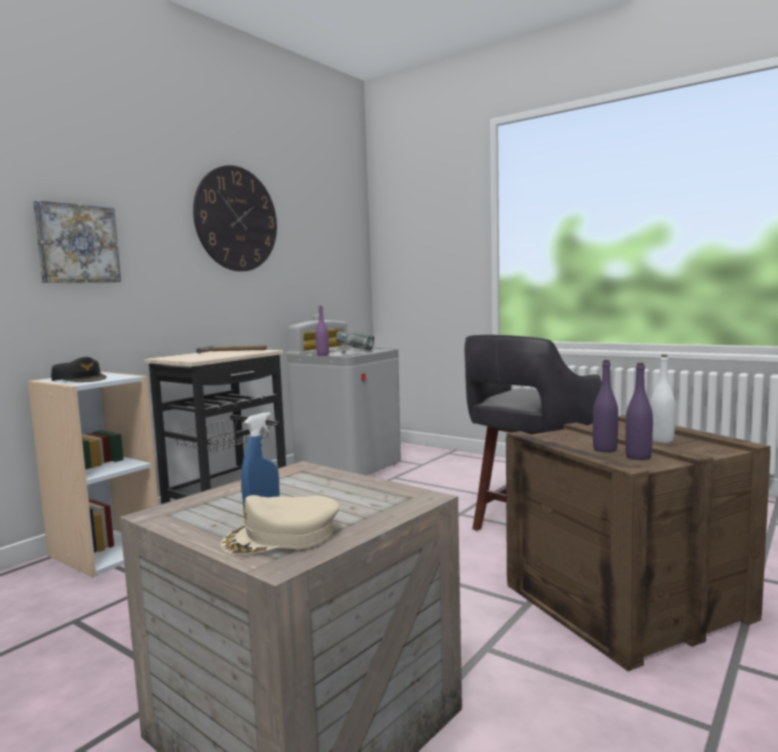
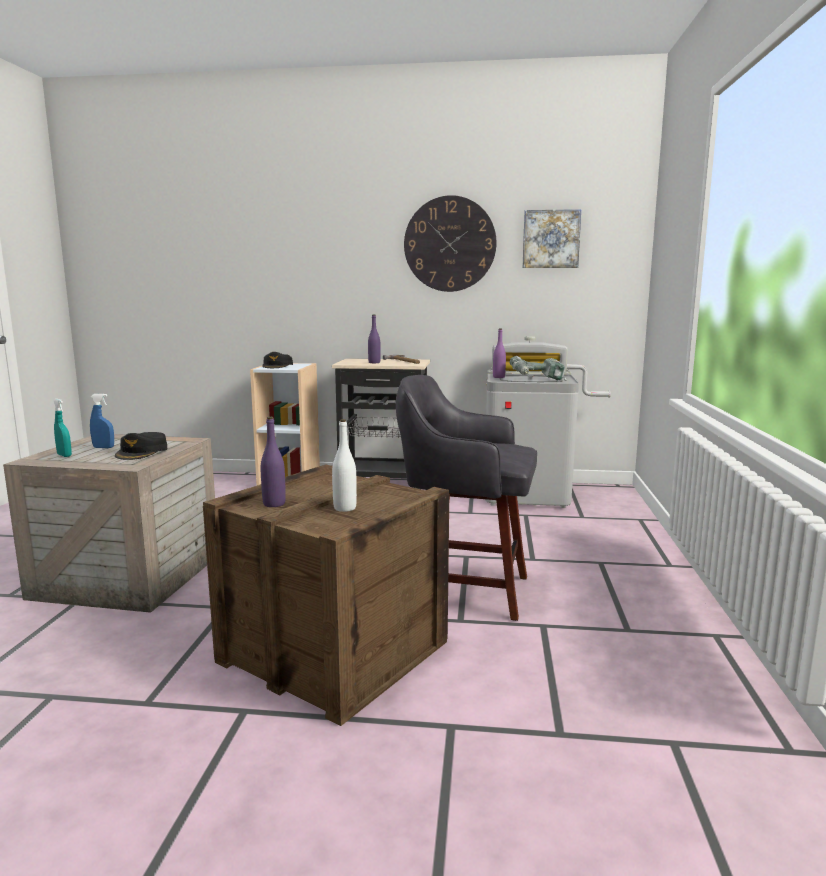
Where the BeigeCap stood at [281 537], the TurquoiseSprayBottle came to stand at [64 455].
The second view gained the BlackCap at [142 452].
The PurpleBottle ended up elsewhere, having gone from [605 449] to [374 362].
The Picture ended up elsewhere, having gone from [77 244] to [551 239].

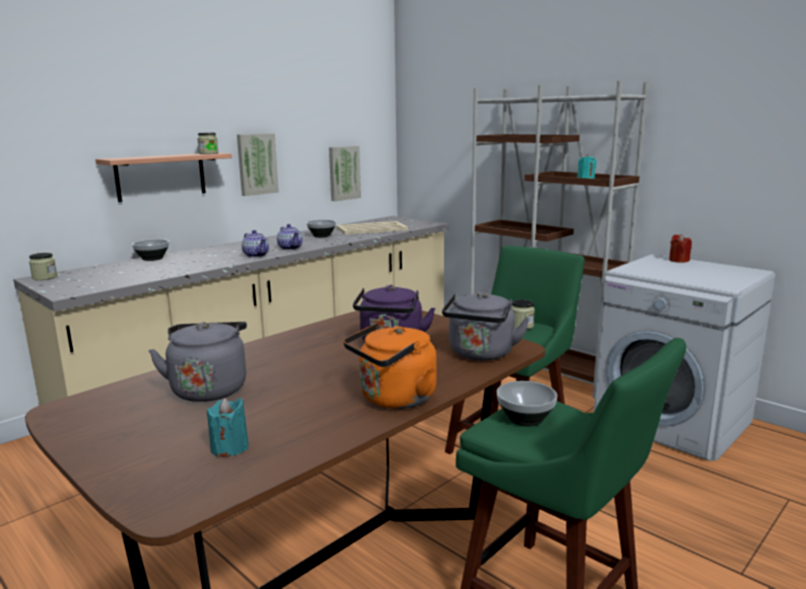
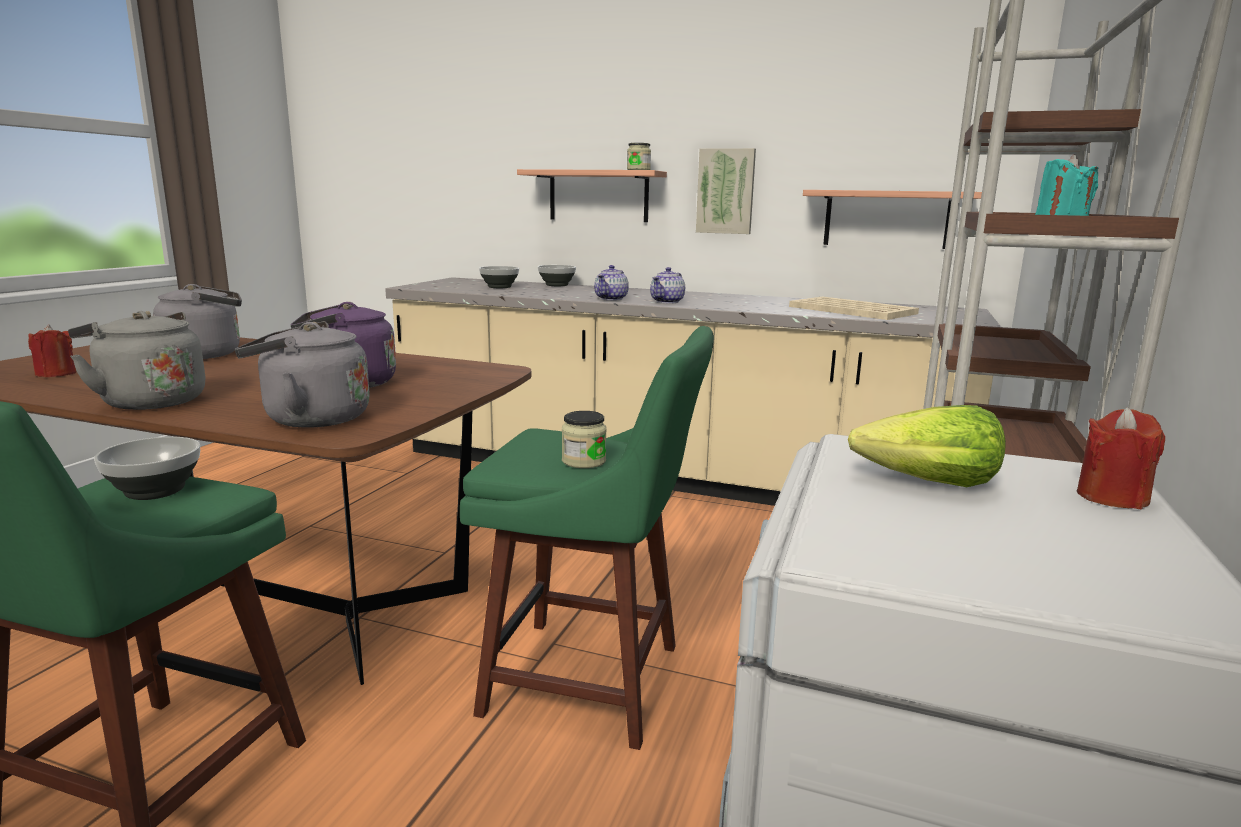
What was the TurquoiseCandle at [229 448] turned into the RedCandle at [56 374].
What was the OrangeKettle at [394 399] turned into the GreyKettle at [149 401].
The Bowl ended up elsewhere, having gone from [321 235] to [500 287].
Where the Picture hung at [343 173], the Shelf came to hang at [886 219].
The second view gained the Lettuce at [928 483].
The second view lost the Jar at [44 277].

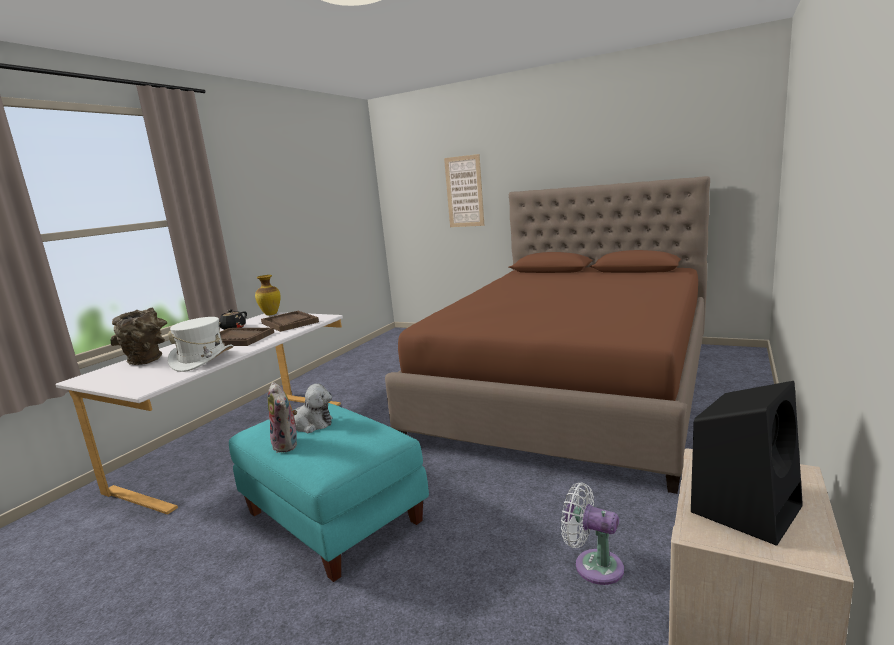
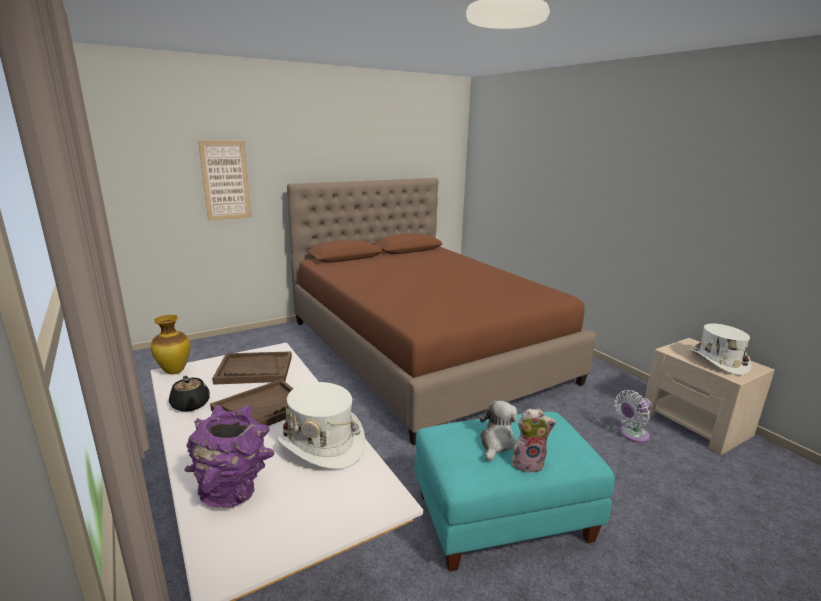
What was the BrownVase at [147 361] turned into the PurpleVase at [235 491].
Where the BlackSpeaker stood at [746 507], the WhiteHat came to stand at [718 361].

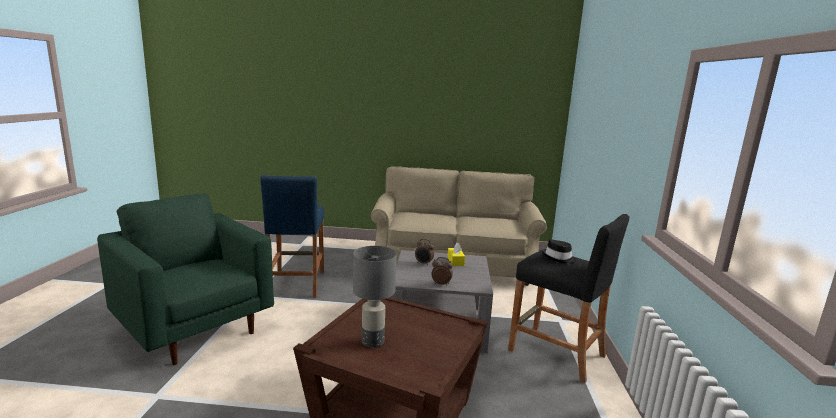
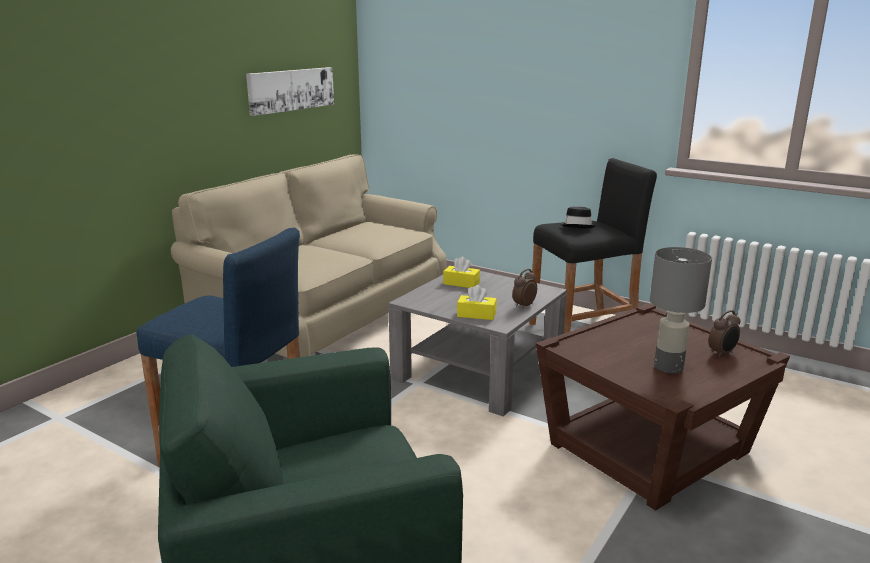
The second view gained the Picture at [291 90].
The second view gained the YellowTissueBox at [476 314].
The AlarmClock ended up elsewhere, having gone from [423 263] to [722 353].

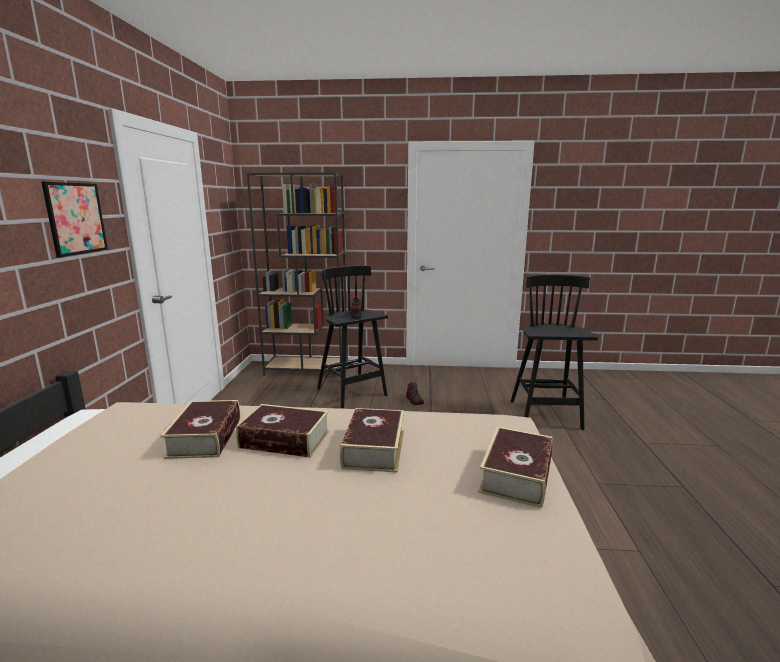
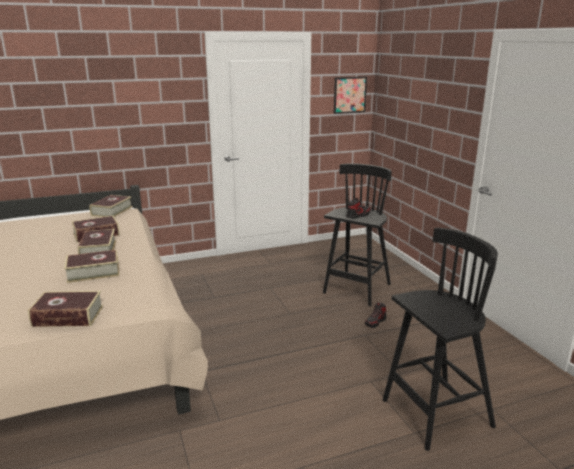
The second view gained the Book at [112 211].
The Picture ended up elsewhere, having gone from [76 218] to [349 95].
The second view lost the Bookcase at [307 369].

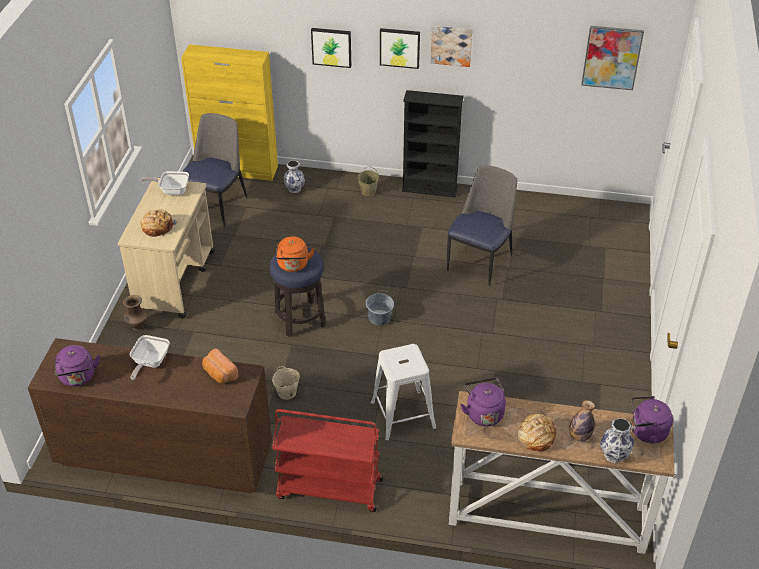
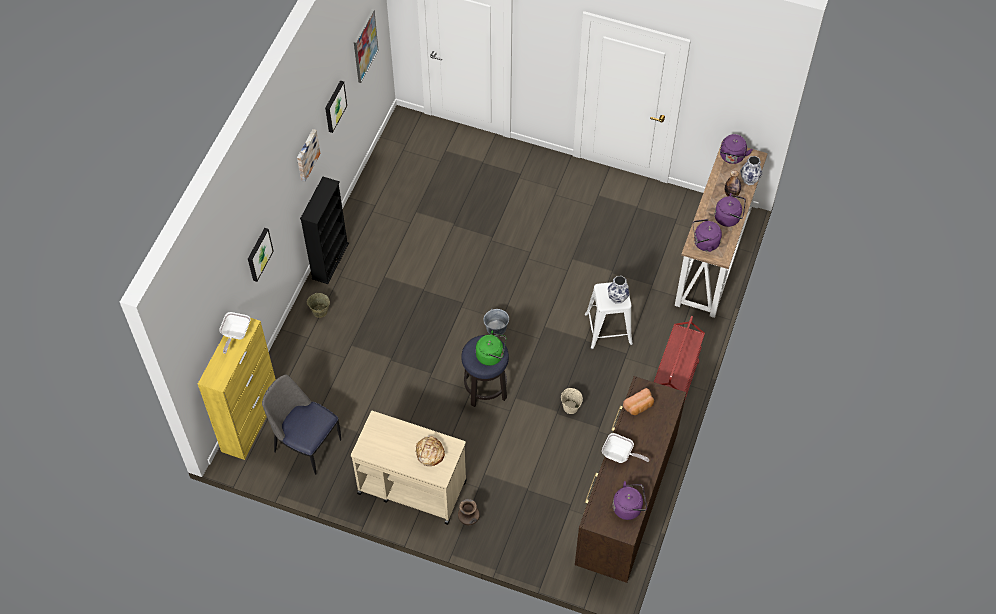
The FryingPan ended up elsewhere, having gone from [172 190] to [235 334].
The Picture ended up elsewhere, having gone from [400 47] to [334 106].
What was the OrangeKettle at [293 265] turned into the GreenKettle at [491 355].
The Vase ended up elsewhere, having gone from [295 189] to [617 297].
Where the Bread stood at [536 436], the PurpleKettle came to stand at [729 218].
The second view lost the Chair at [480 261].

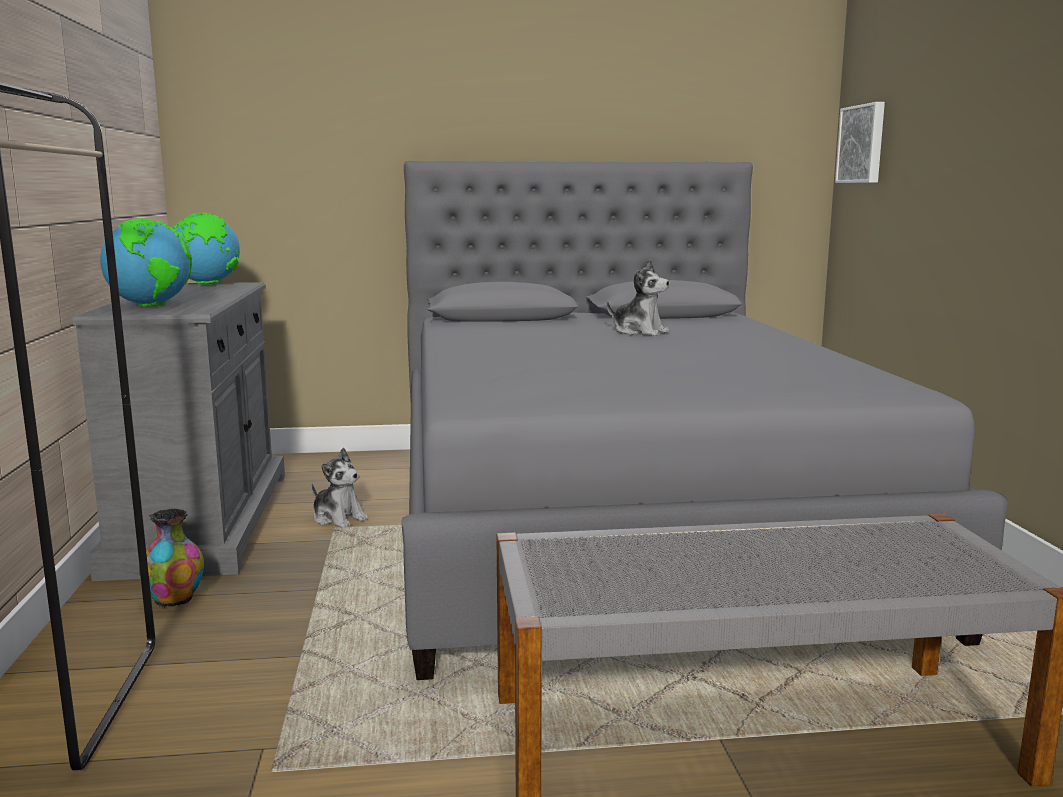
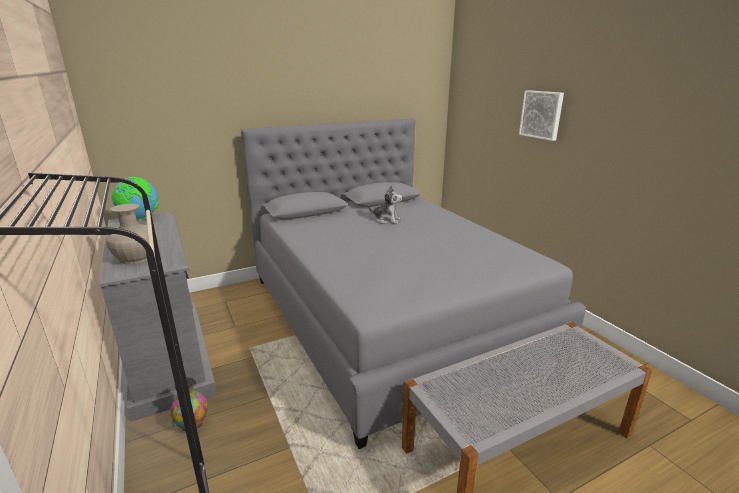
Where the Globe stood at [151 306], the BeigeVase came to stand at [136 257].
The Picture ended up elsewhere, having gone from [862 144] to [542 114].
The second view lost the PlushToy at [338 518].

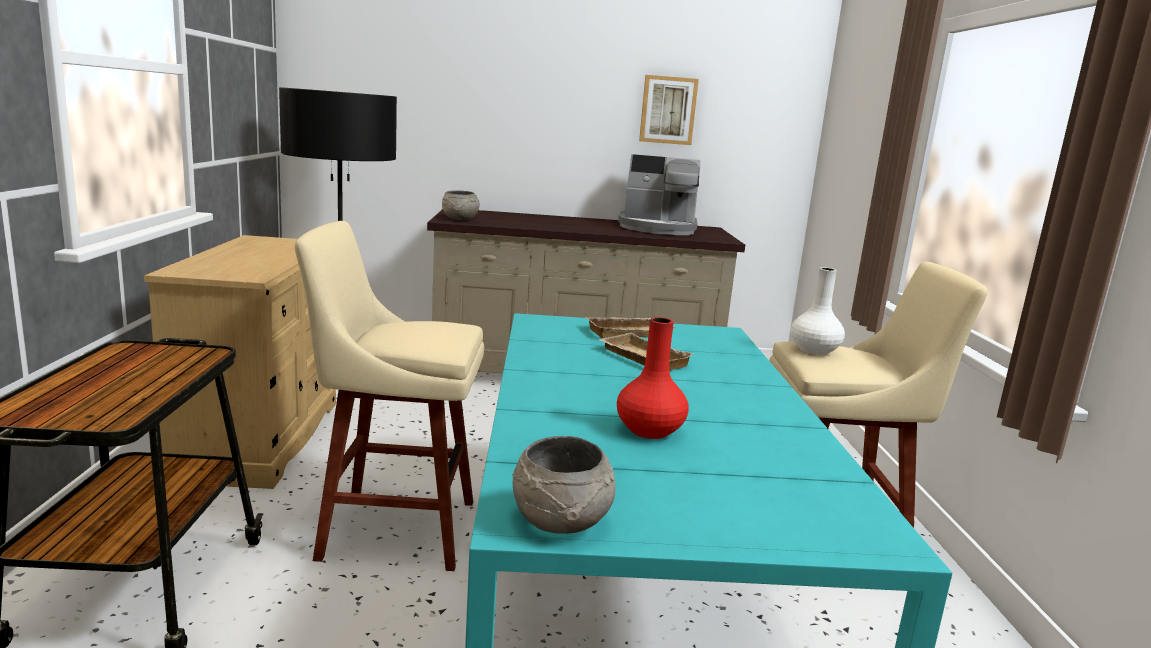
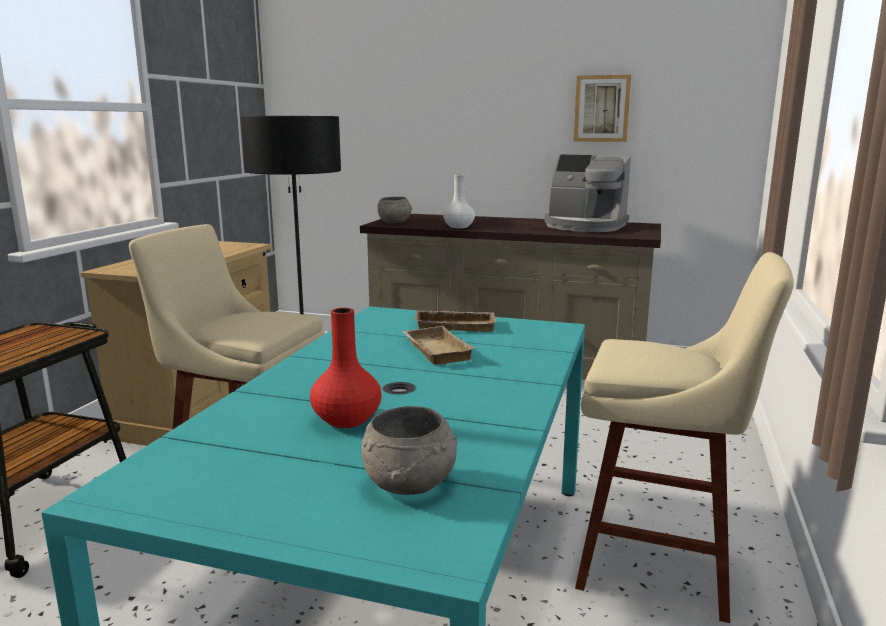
The GreyBowl ended up elsewhere, having gone from [562 520] to [410 483].
The WhiteVase ended up elsewhere, having gone from [814 350] to [458 227].

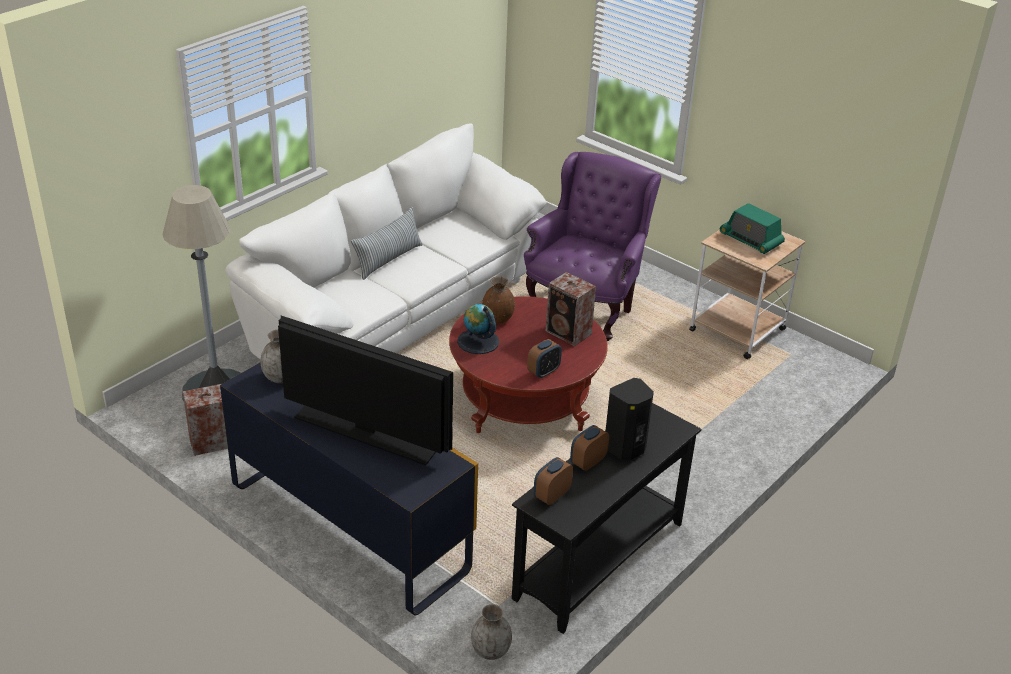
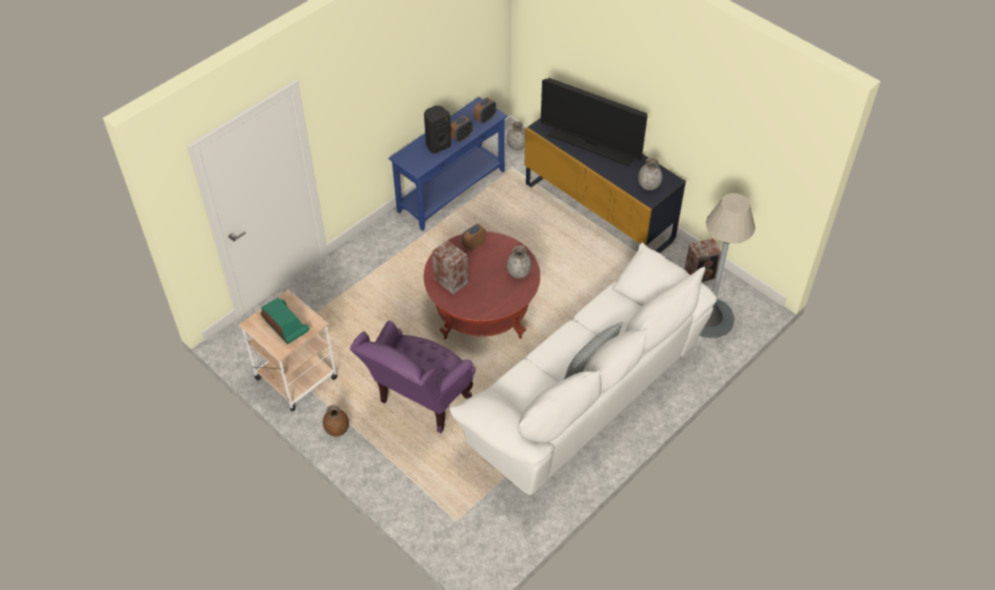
The BrownVase ended up elsewhere, having gone from [498 319] to [337 429].
What was the BlackConsoleTable at [599 561] turned into the BlueConsoleTable at [451 190].
Where the Globe stood at [478 341], the GreyVase came to stand at [519 273].

